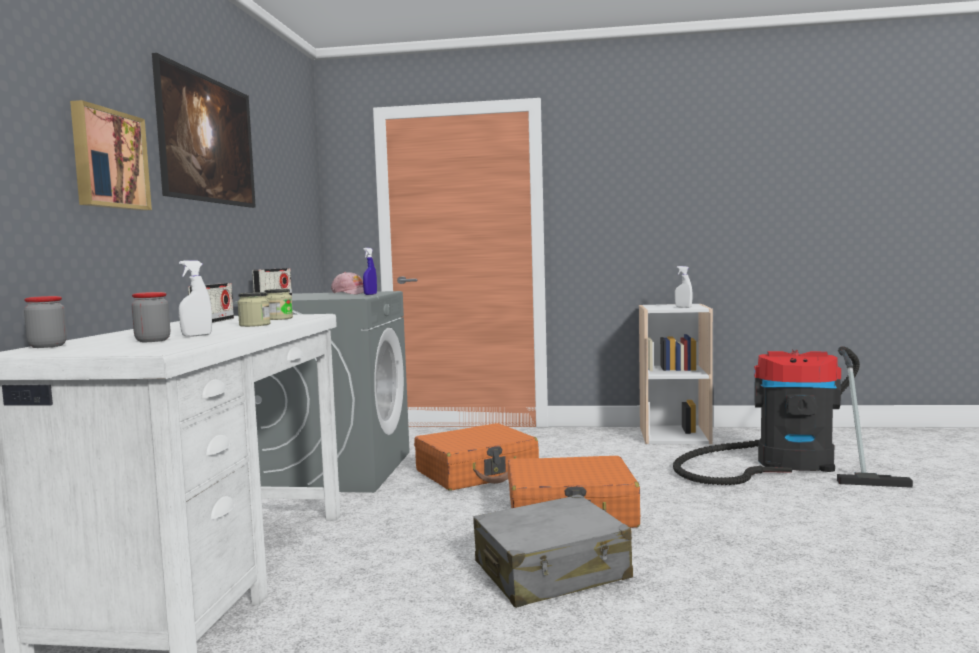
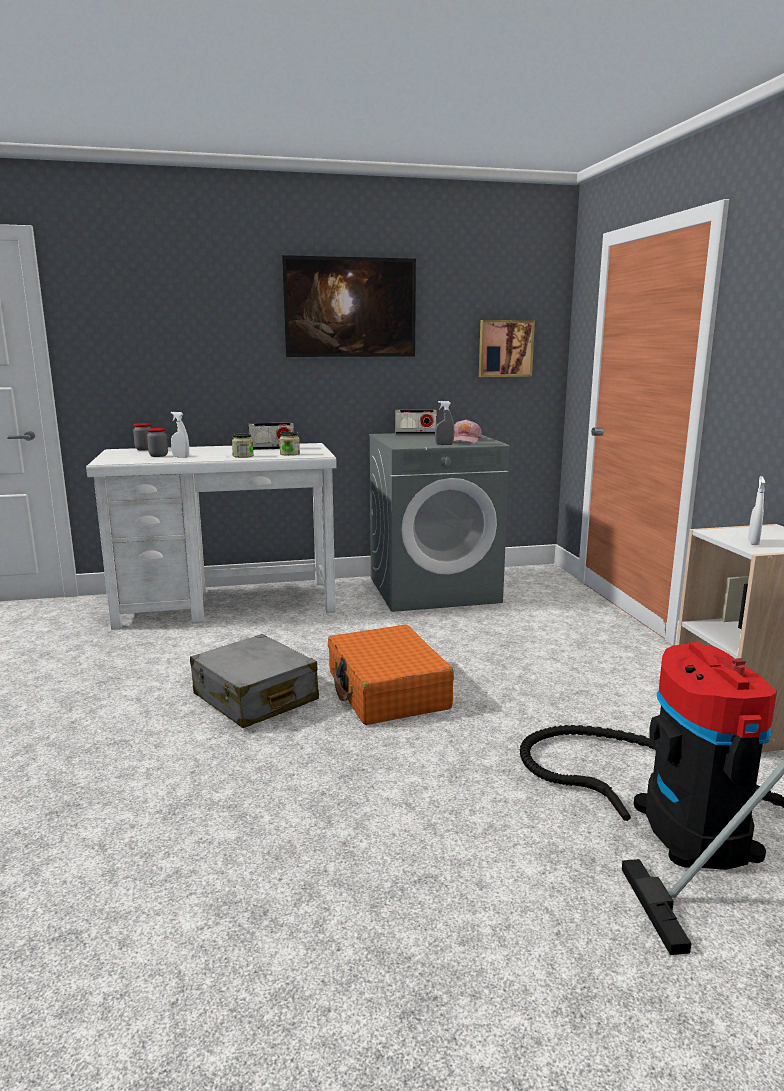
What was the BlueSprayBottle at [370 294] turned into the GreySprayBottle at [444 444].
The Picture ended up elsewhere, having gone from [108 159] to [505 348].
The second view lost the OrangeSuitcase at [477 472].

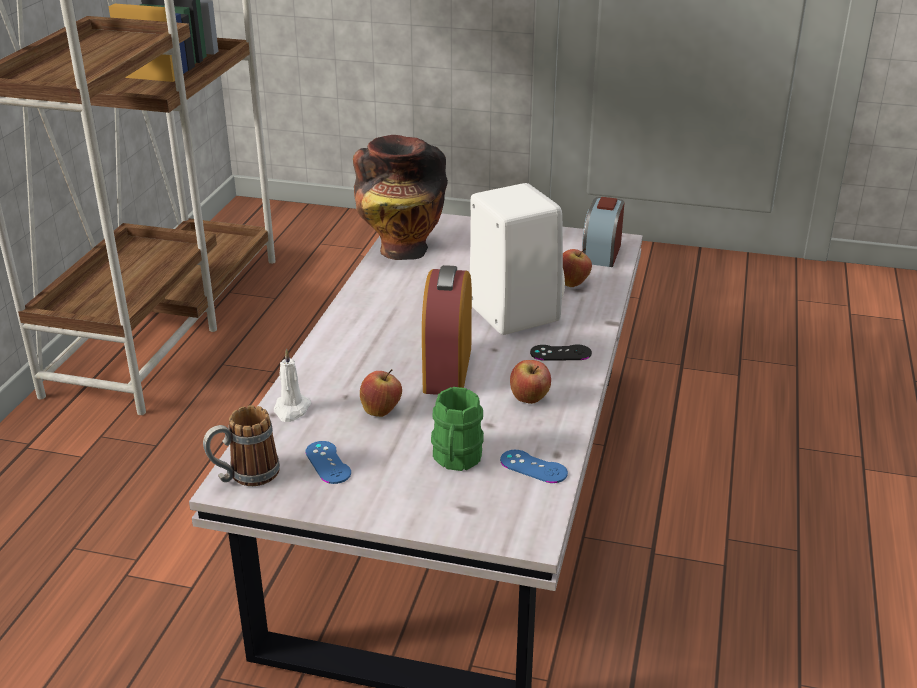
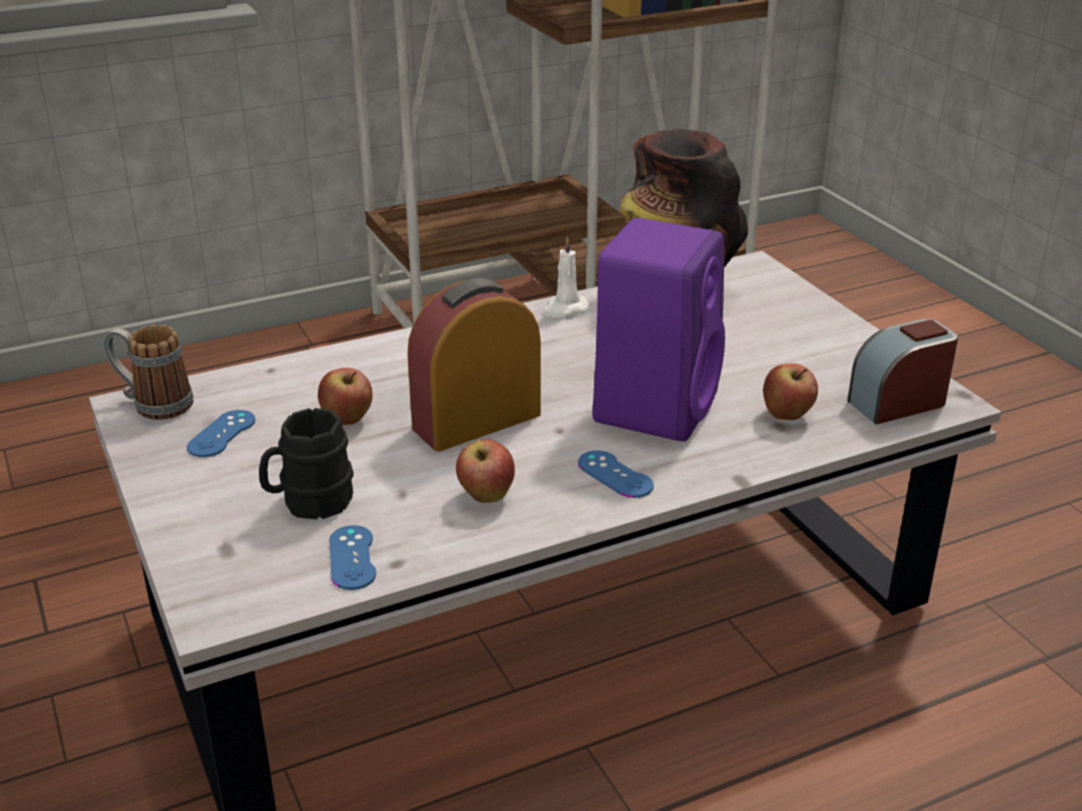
What was the GreenMug at [456 459] turned into the BlackMug at [309 502].
The WhiteCandle ended up elsewhere, having gone from [291 410] to [564 309].
What was the BlackGameController at [560 353] turned into the BlueGameController at [615 474].
What was the WhiteSpeaker at [511 311] turned into the PurpleSpeaker at [656 405].

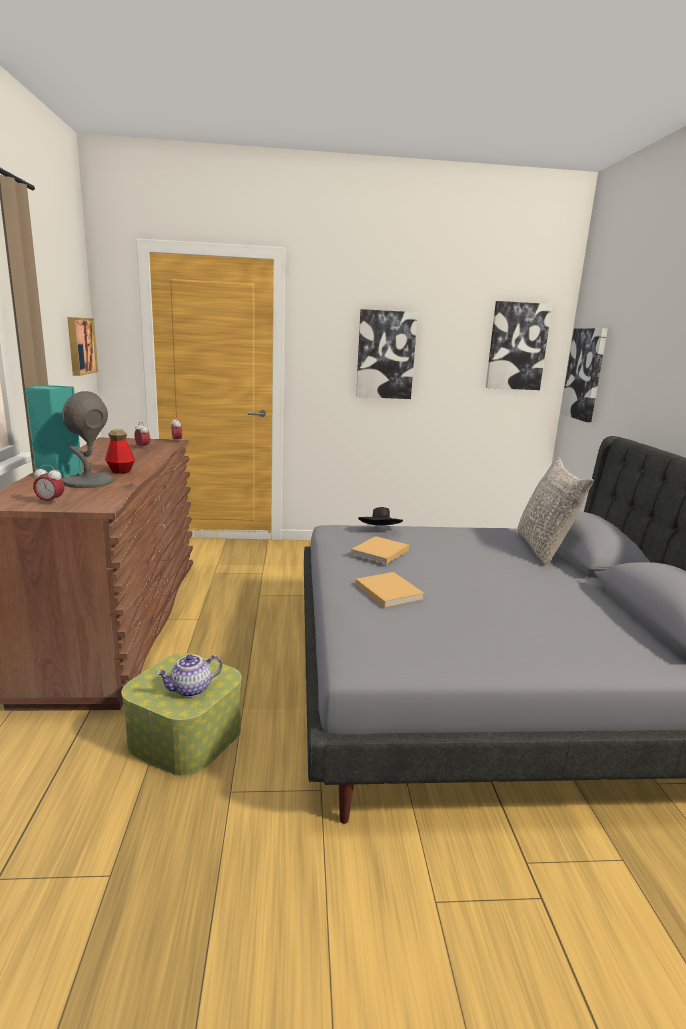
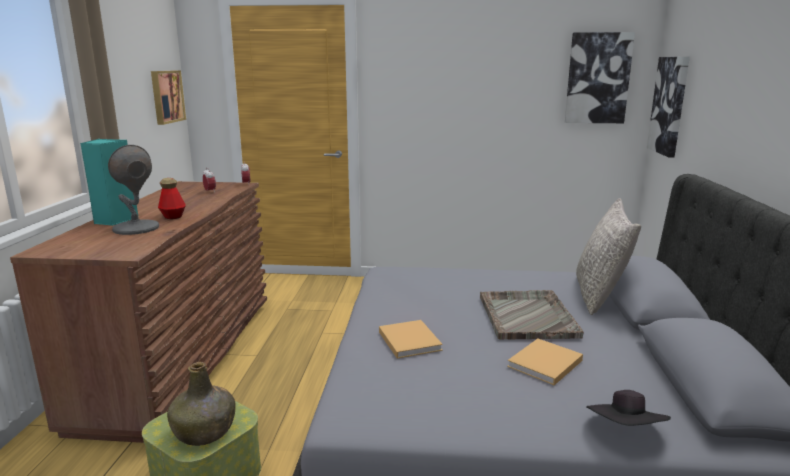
Where the Teapot stood at [191 690], the GreenBottle came to stand at [205 431].
The second view gained the GreyTray at [527 316].
The BeigeBook ended up elsewhere, having gone from [379 552] to [544 364].
The BlackHat ended up elsewhere, having gone from [380 531] to [625 431].
The second view lost the AlarmClock at [50 502].
The second view lost the Picture at [385 355].

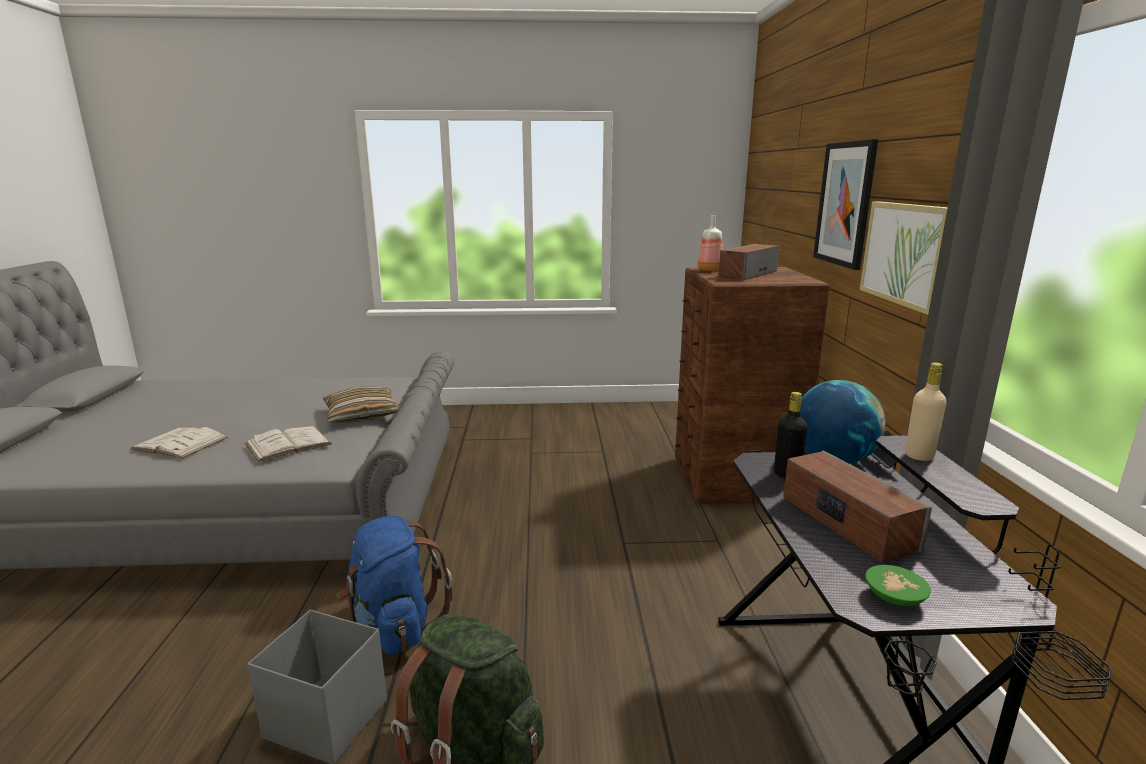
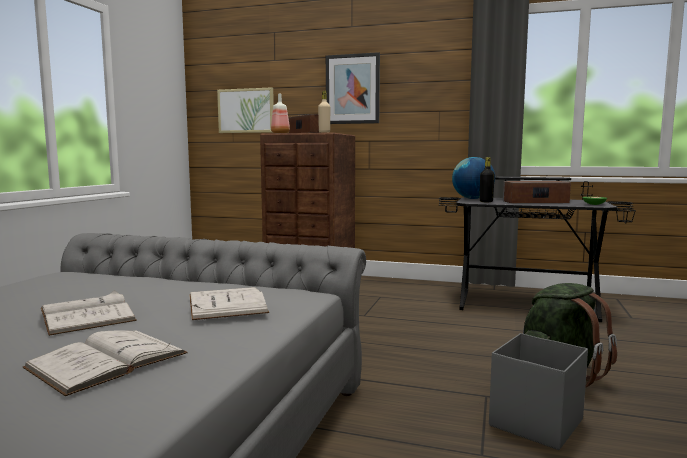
The second view gained the WhiteBook at [87 314].
The Picture ended up elsewhere, having gone from [905 254] to [246 111].
The BeigeBottle ended up elsewhere, having gone from [919 456] to [324 132].
The second view lost the Pillow at [362 415].
The second view lost the BlueBackpack at [394 628].

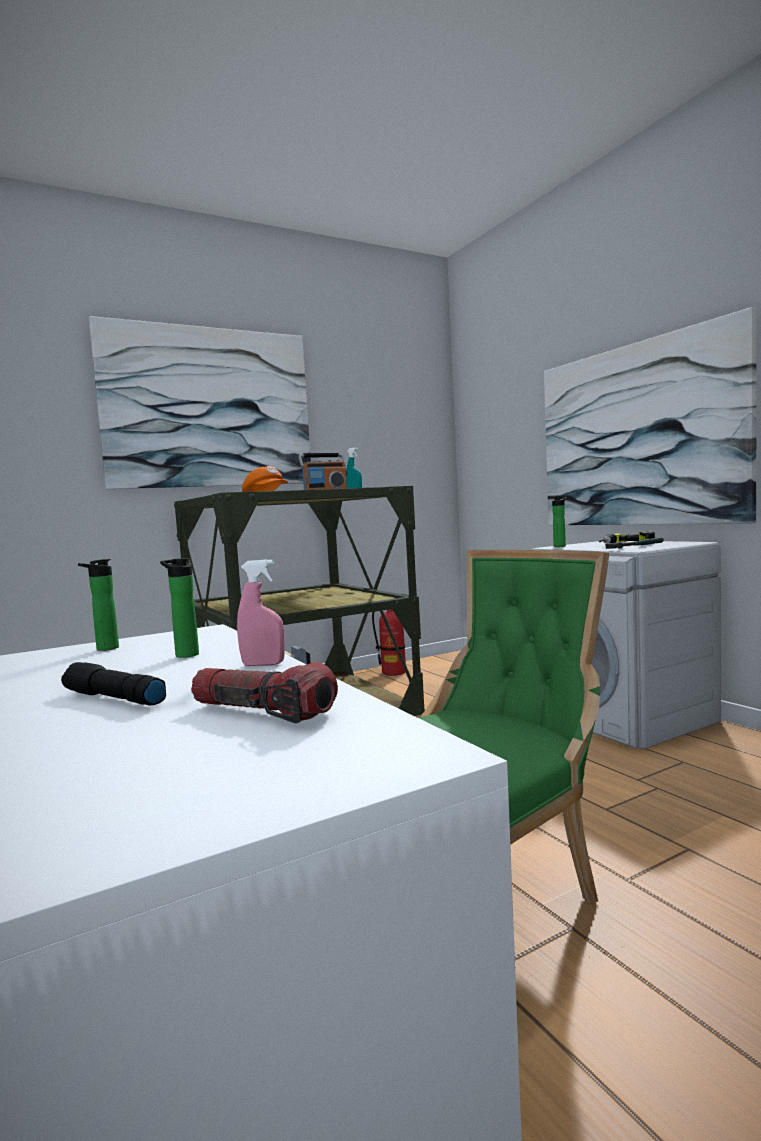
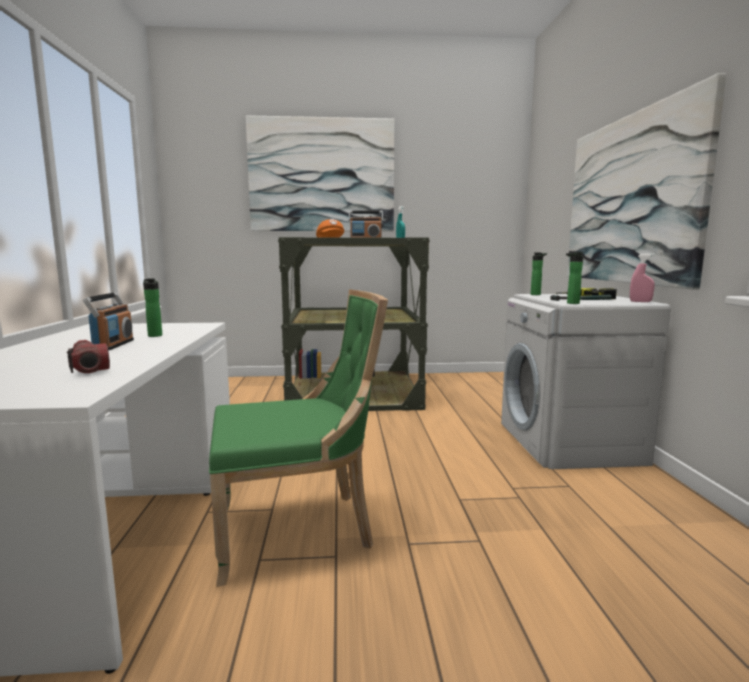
The second view gained the Radio at [113 345].
The Bottle ended up elsewhere, having gone from [104 649] to [571 303].
The PinkSprayBottle ended up elsewhere, having gone from [263 664] to [640 302].
The second view lost the BlackFlashlight at [112 699].
The second view lost the FireExtinguisher at [394 672].

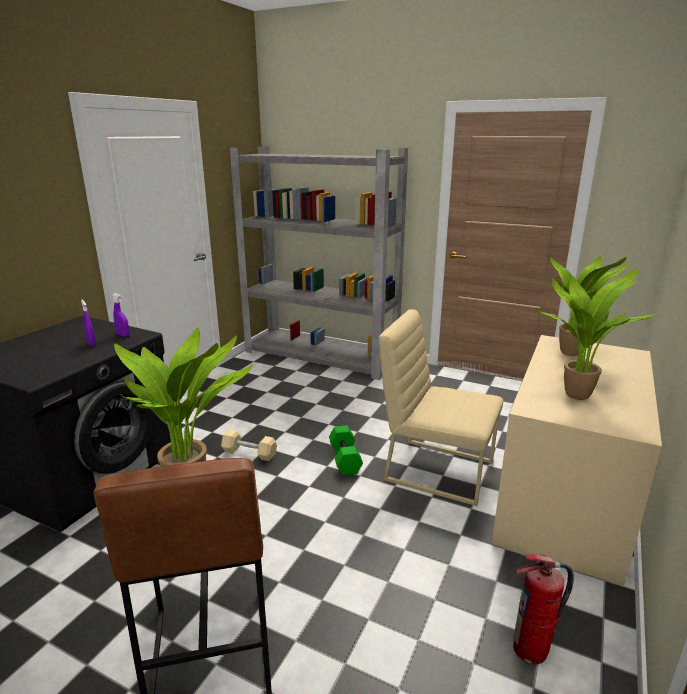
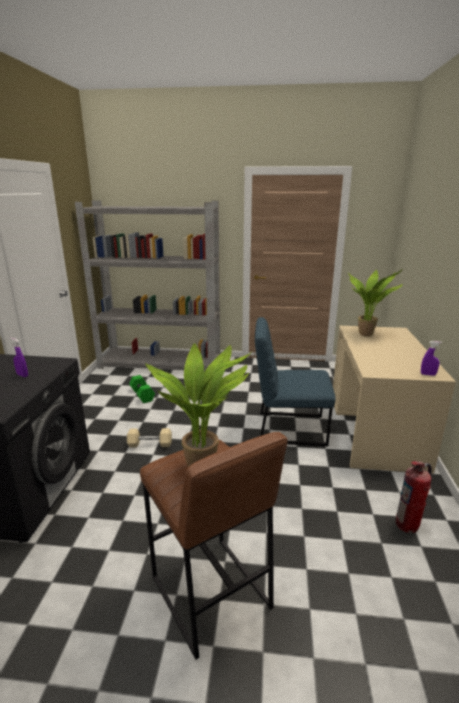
The GreenDumbbell ended up elsewhere, having gone from [346 459] to [143 395].
What was the BeigeChair at [436 469] turned into the BlueChair at [289 428].
The PurpleSprayBottle ended up elsewhere, having gone from [123 335] to [428 374].
The second view lost the PottedPlant at [575 393].

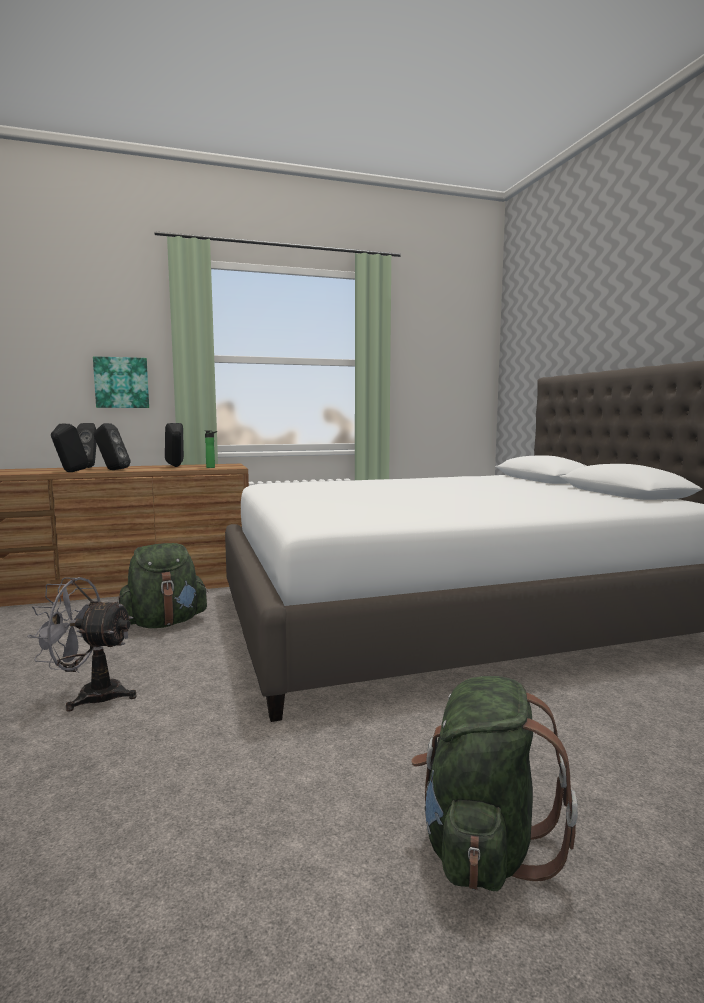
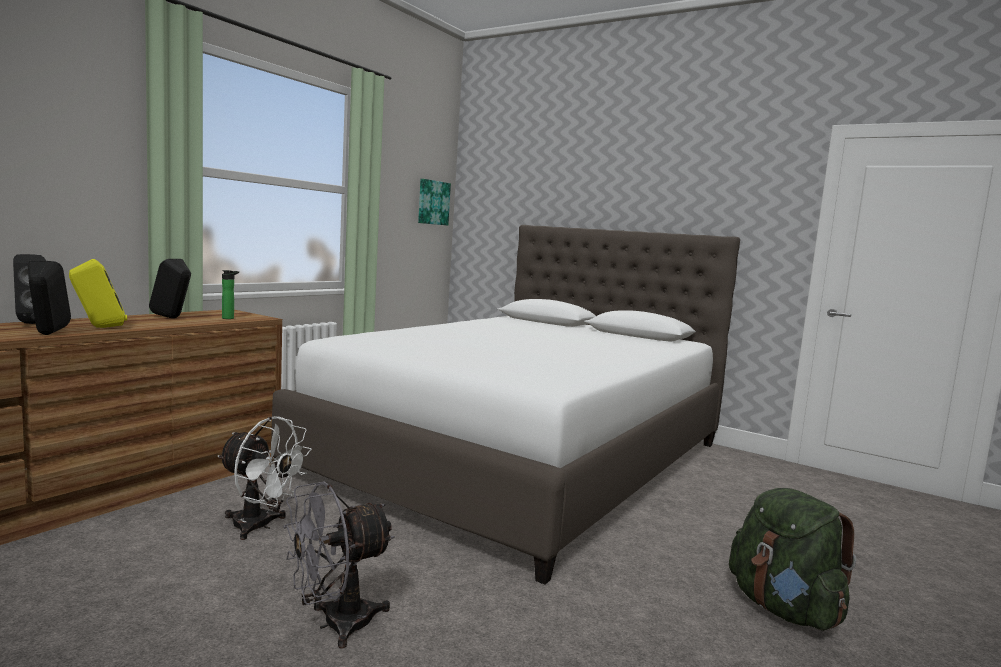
What was the BlackSpeaker at [112 470] turned into the YellowSpeaker at [99 327].
Where the GreenBackpack stood at [164 623], the WhiteFan came to stand at [260 526].
The Picture ended up elsewhere, having gone from [121 382] to [433 202].

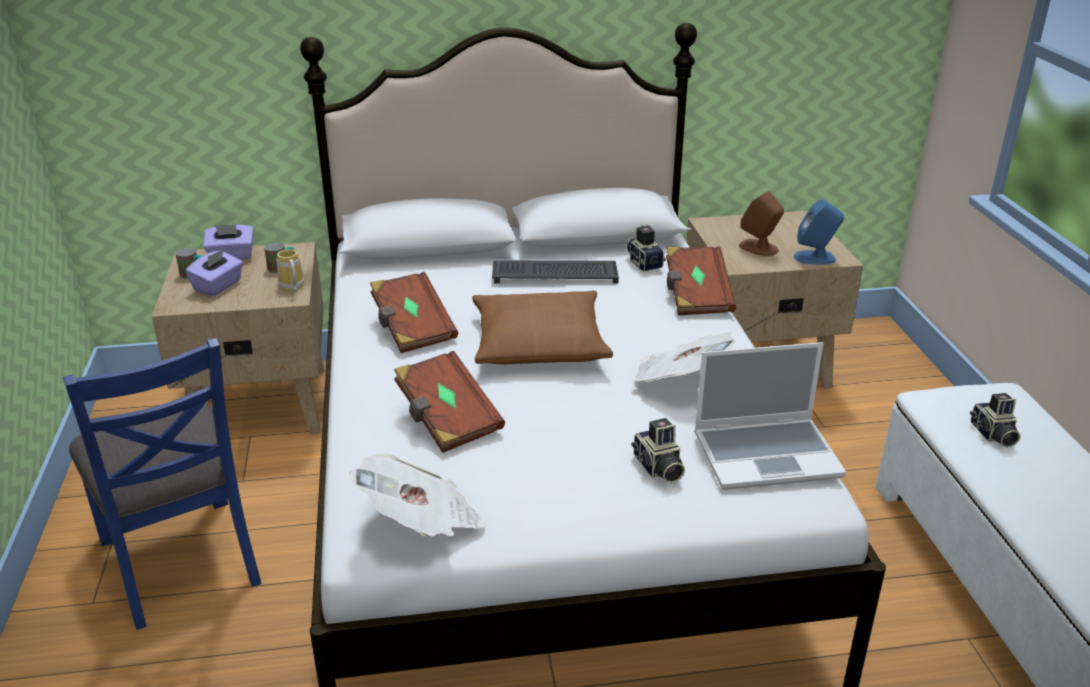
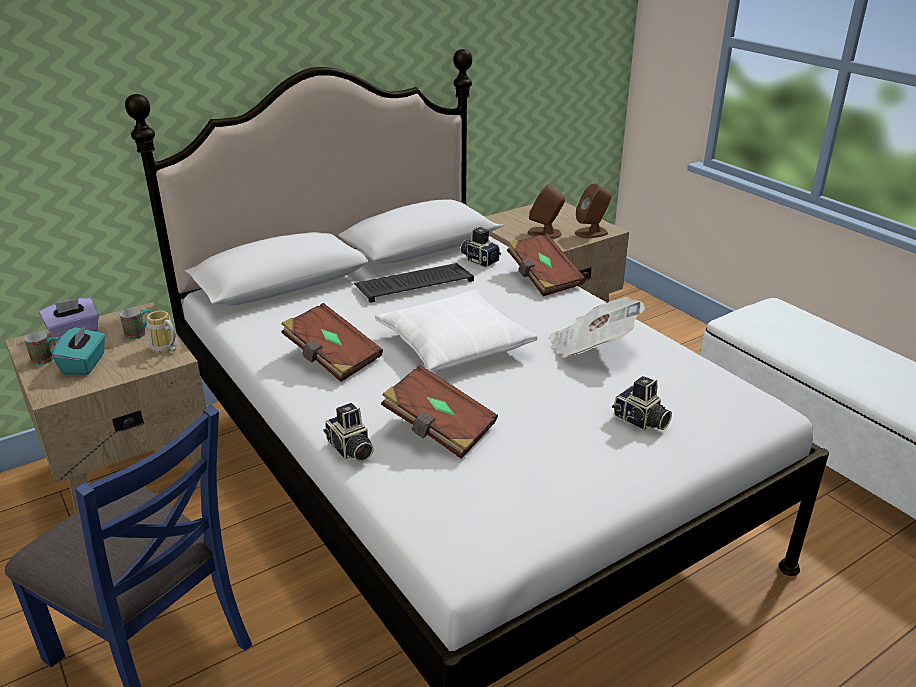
What was the PurpleTissueBox at [218 286] turned into the TurquoiseTissueBox at [85 364].
The PhotoCamera ended up elsewhere, having gone from [992 435] to [350 450].
What was the BrownPillow at [539 342] turned into the WhitePillow at [454 343].
What was the BlueSpeaker at [815 258] turned into the BrownSpeaker at [591 232].
The second view lost the Newspaper at [422 523].
The second view lost the Laptop at [768 454].

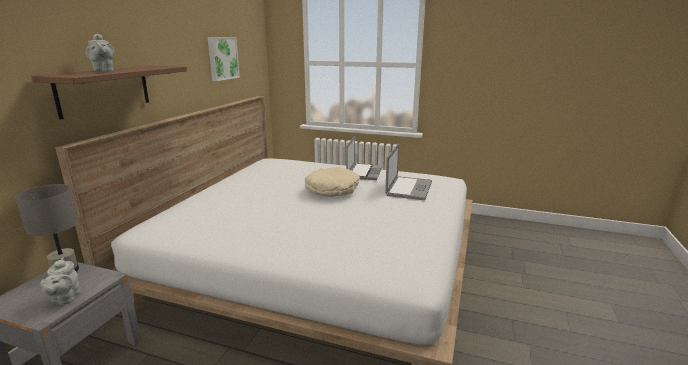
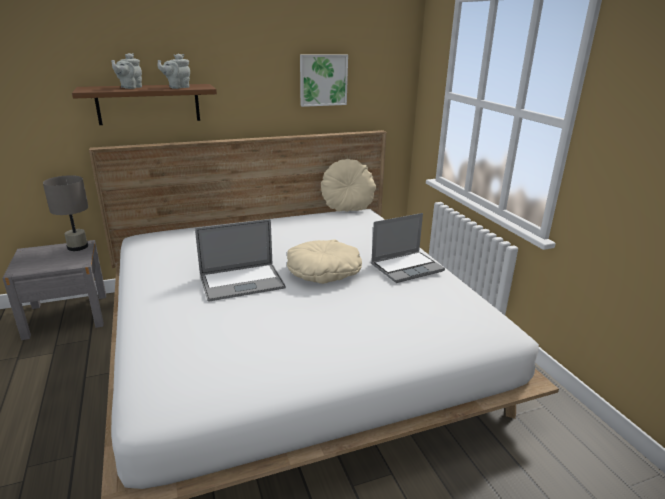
The GreyTeapot ended up elsewhere, having gone from [64 299] to [177 87].
The Laptop ended up elsewhere, having gone from [409 188] to [242 282].
The second view gained the BeigePillow at [347 209].

